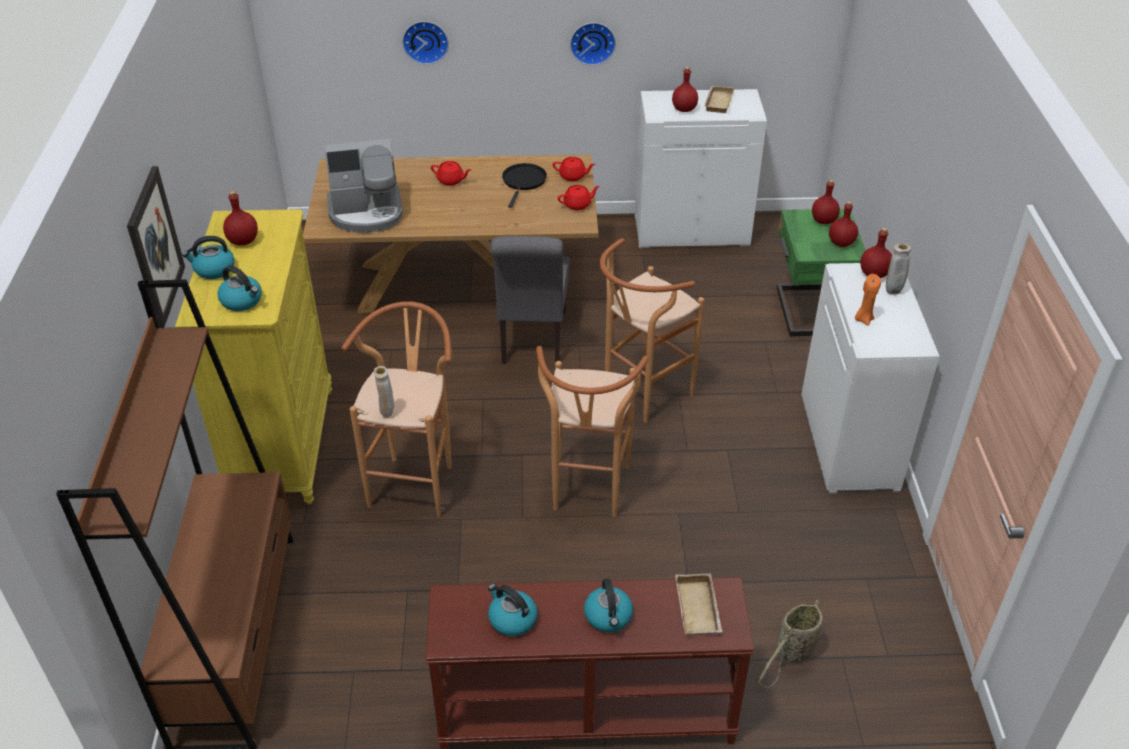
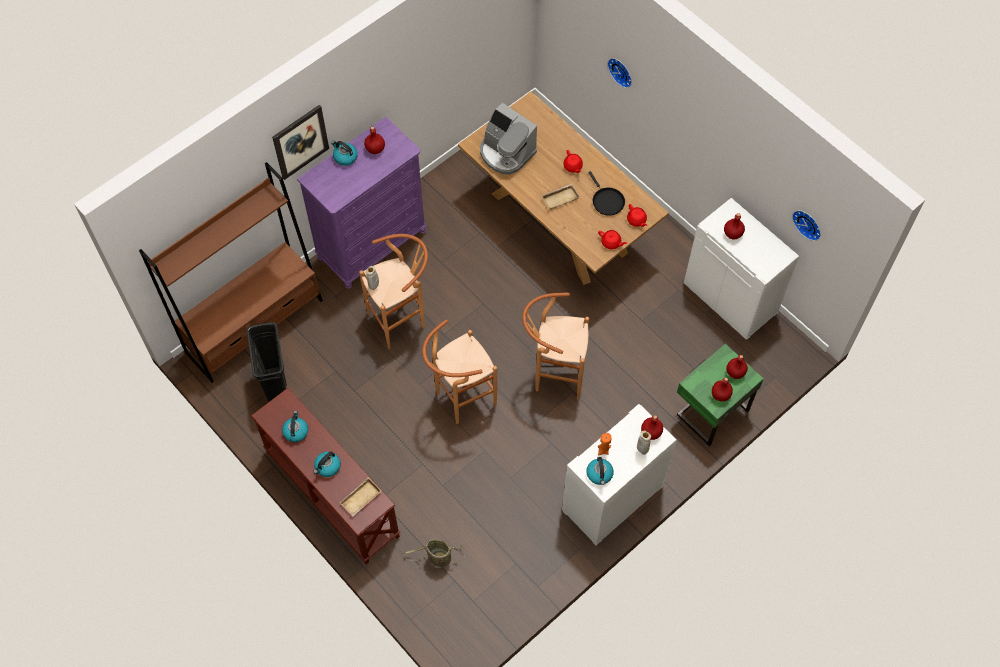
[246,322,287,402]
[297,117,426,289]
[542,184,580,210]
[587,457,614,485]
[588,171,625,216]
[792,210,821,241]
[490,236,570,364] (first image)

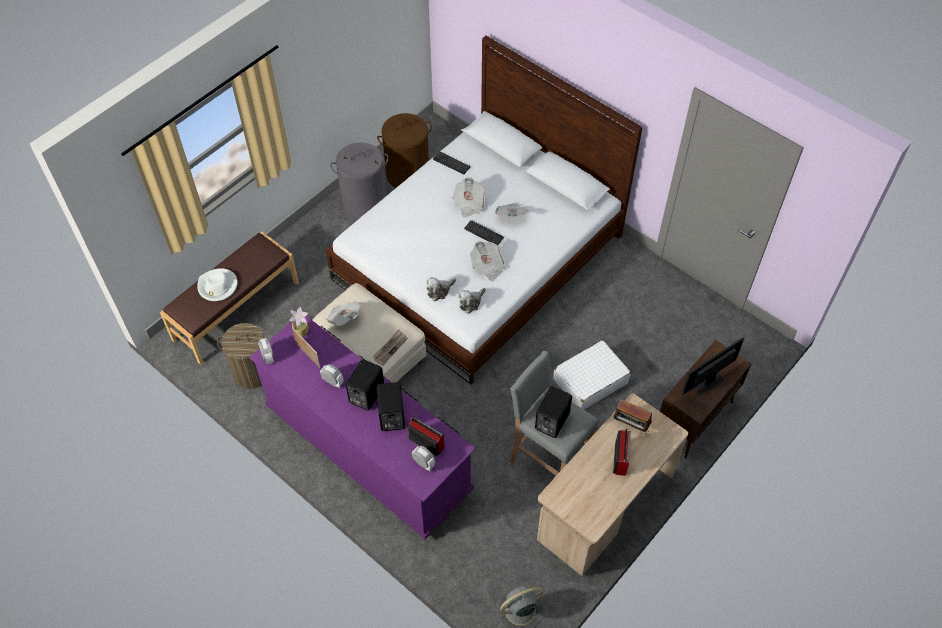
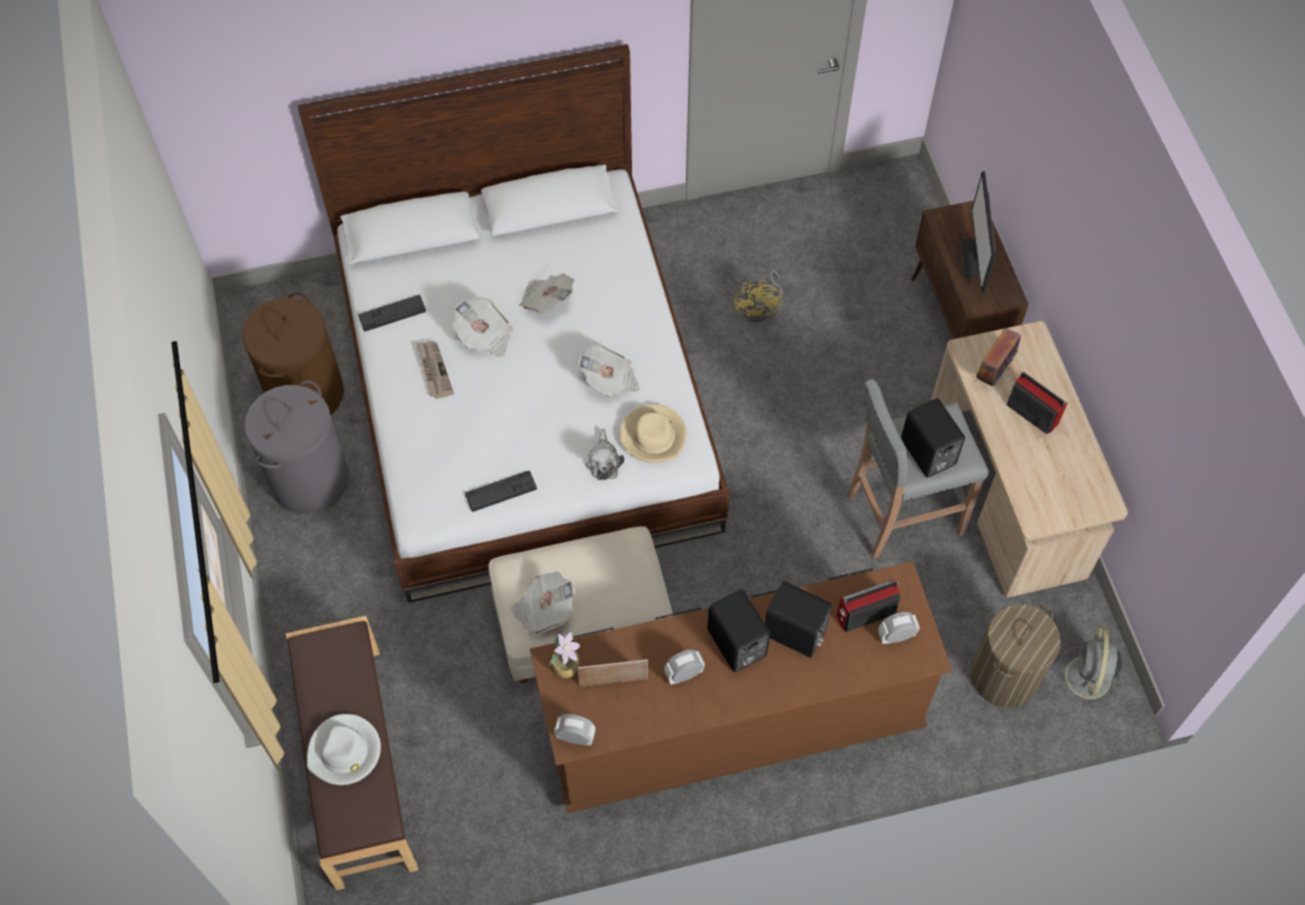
[416,341,454,399]
[465,471,537,512]
[530,562,952,813]
[620,404,687,463]
[734,270,782,322]
[971,604,1061,707]
[973,328,1025,386]
[553,340,631,409] (first image)

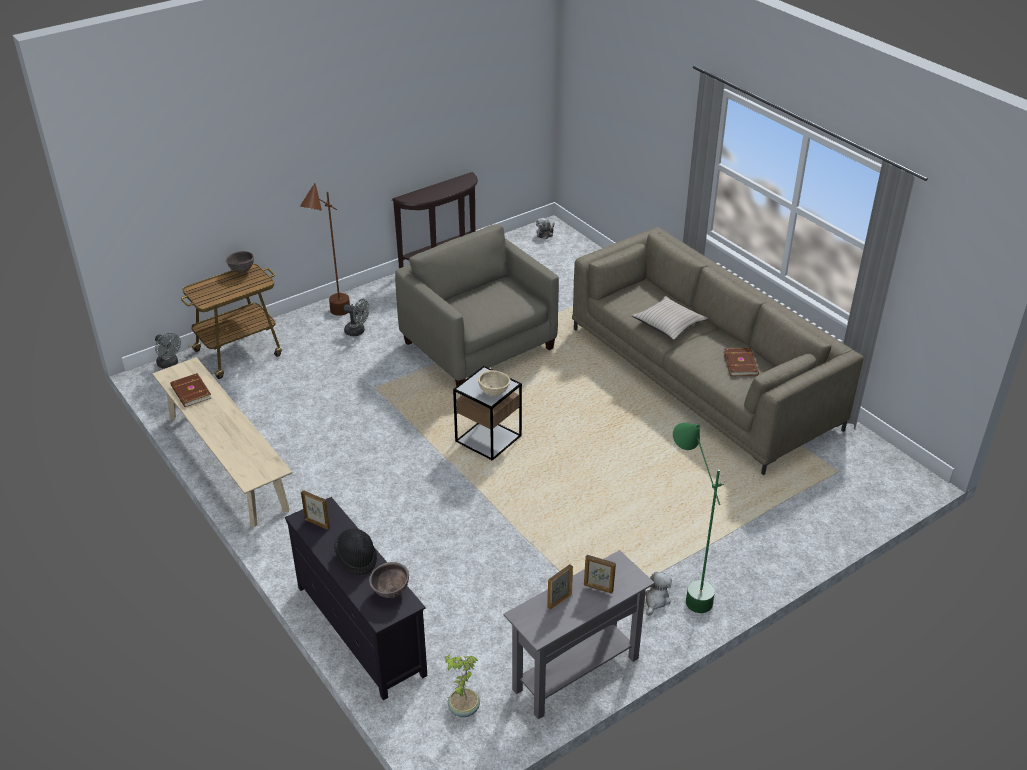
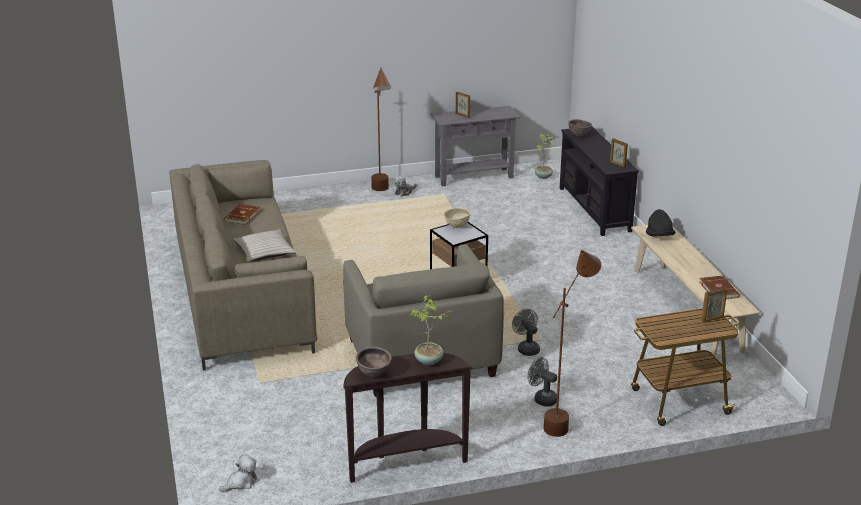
[356,346,392,376]
[371,67,391,191]
[410,295,452,365]
[512,309,540,356]
[646,209,675,237]
[701,288,727,322]

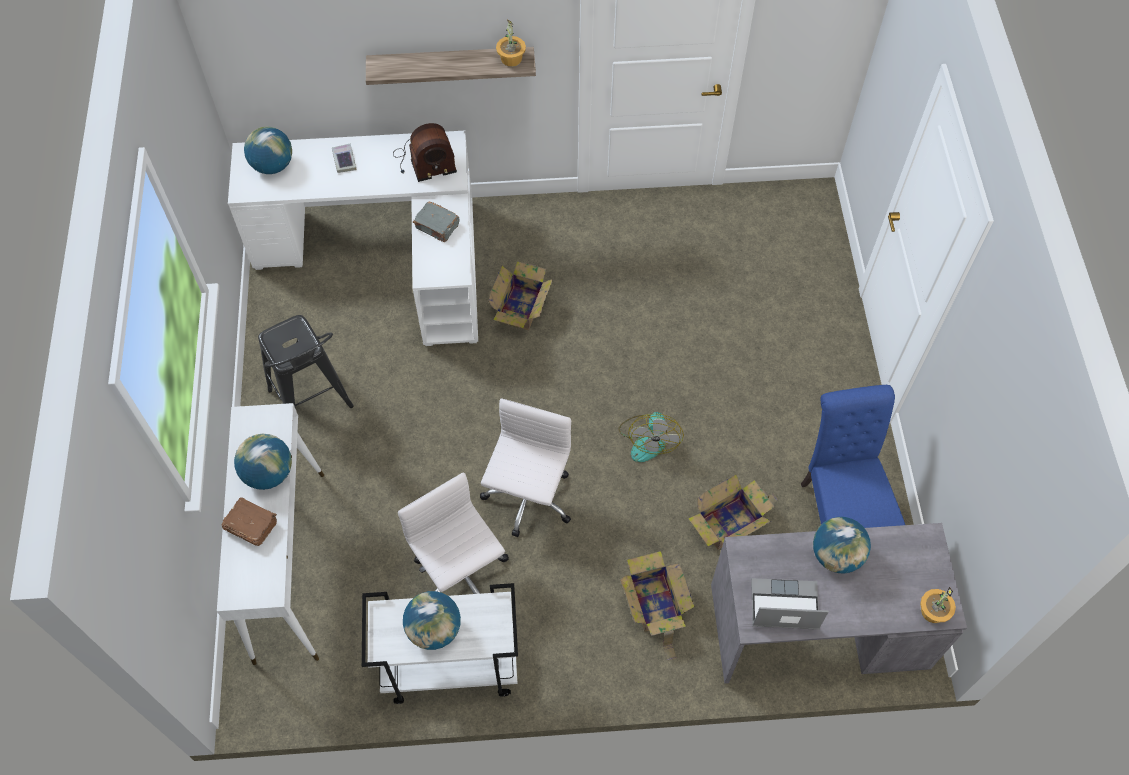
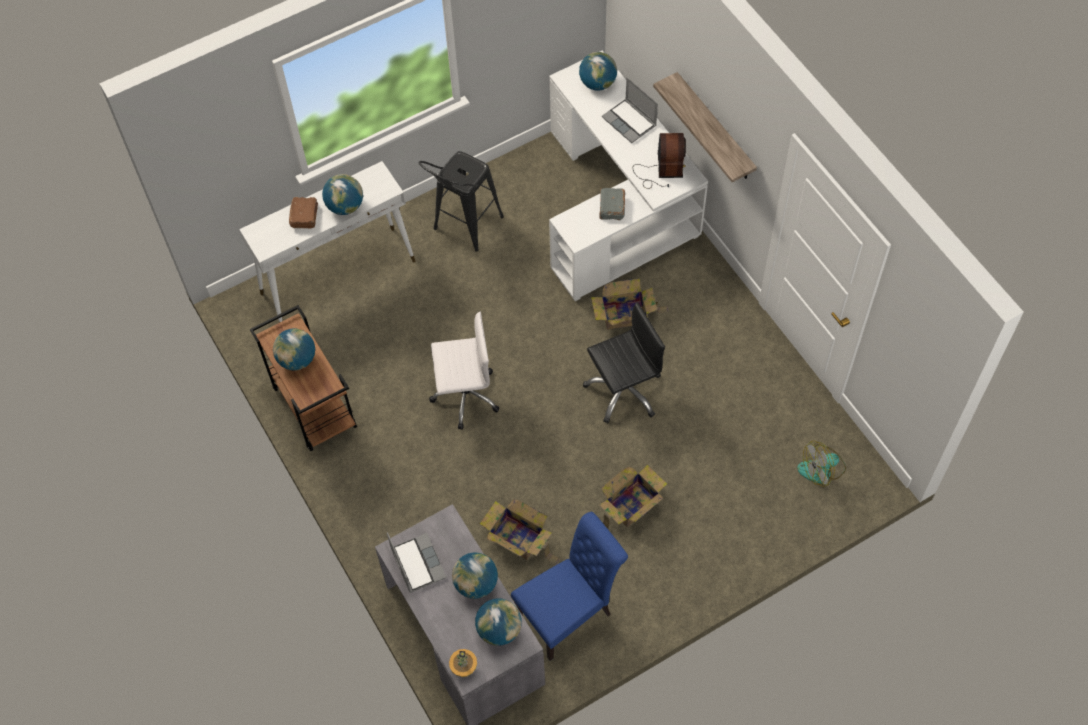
[250,305,357,451]
[475,598,522,646]
[583,302,665,423]
[599,465,667,529]
[602,77,658,143]
[633,133,686,189]
[797,441,846,487]
[398,472,509,594] (first image)
[496,19,526,67] (first image)

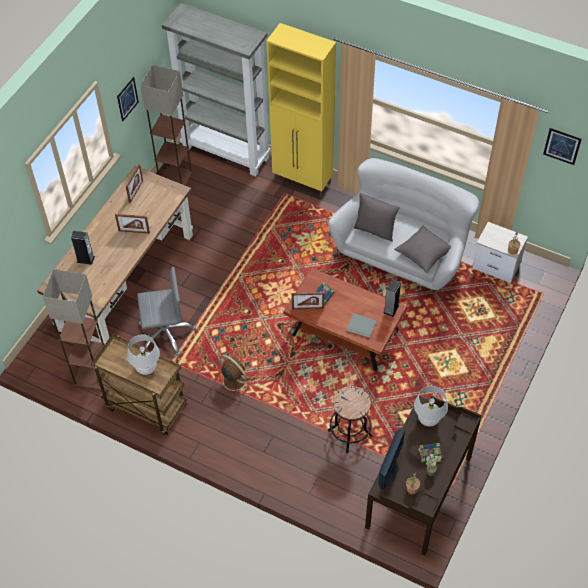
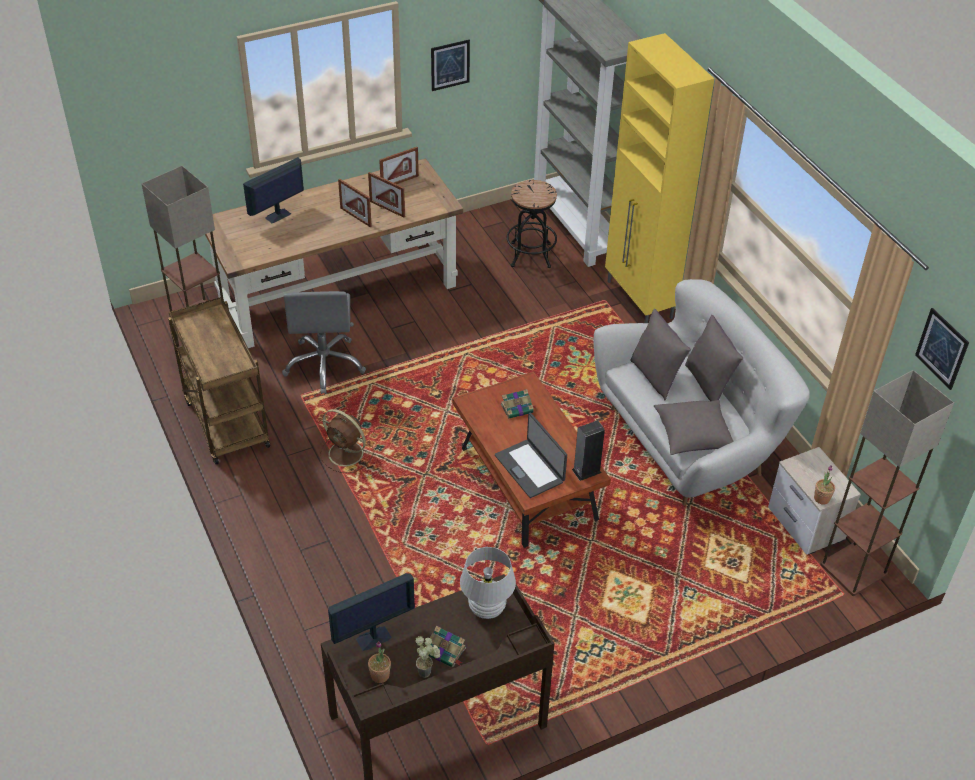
[243,157,304,223]
[282,291,366,394]
[320,409,374,473]
[368,172,405,218]
[495,413,567,498]
[507,180,557,268]
[685,315,743,401]
[820,370,954,596]
[127,334,160,375] (first image)

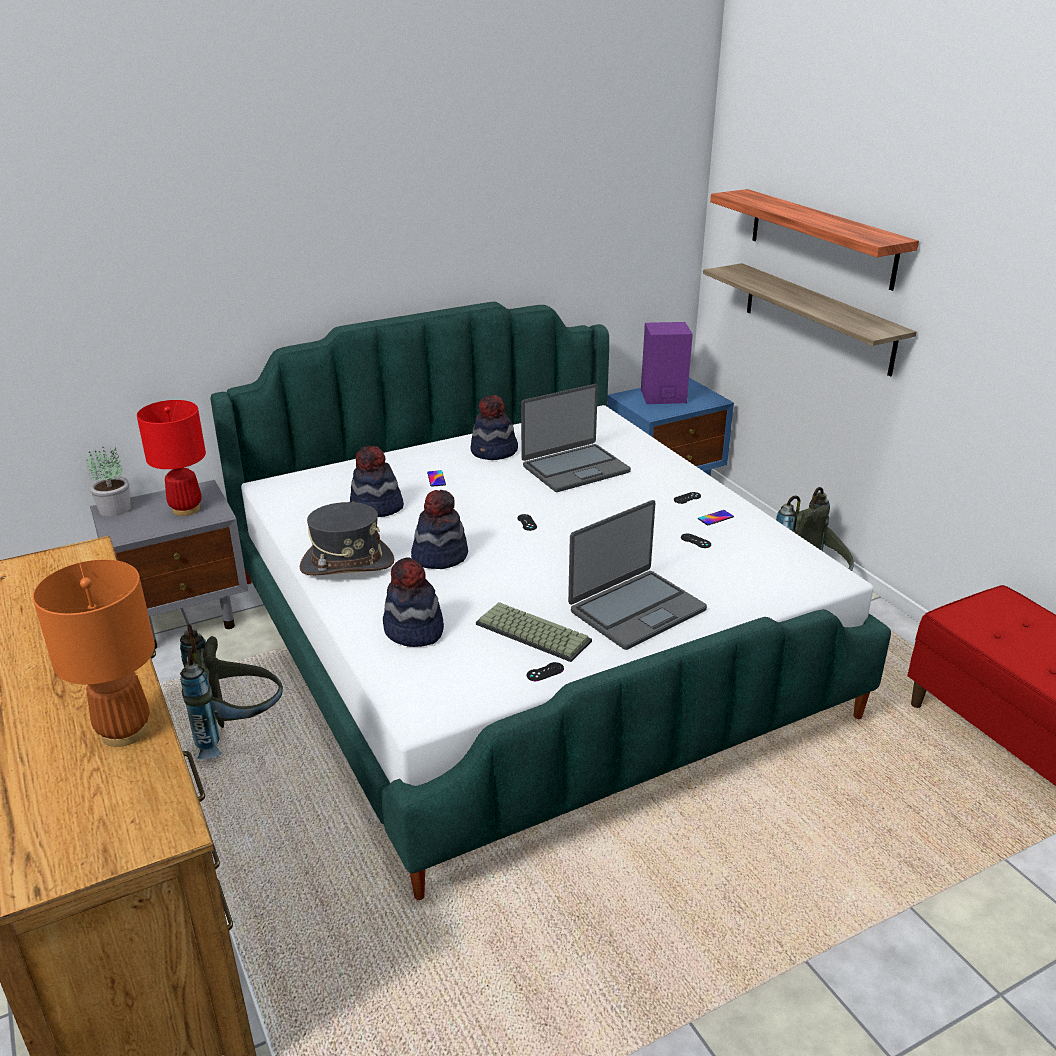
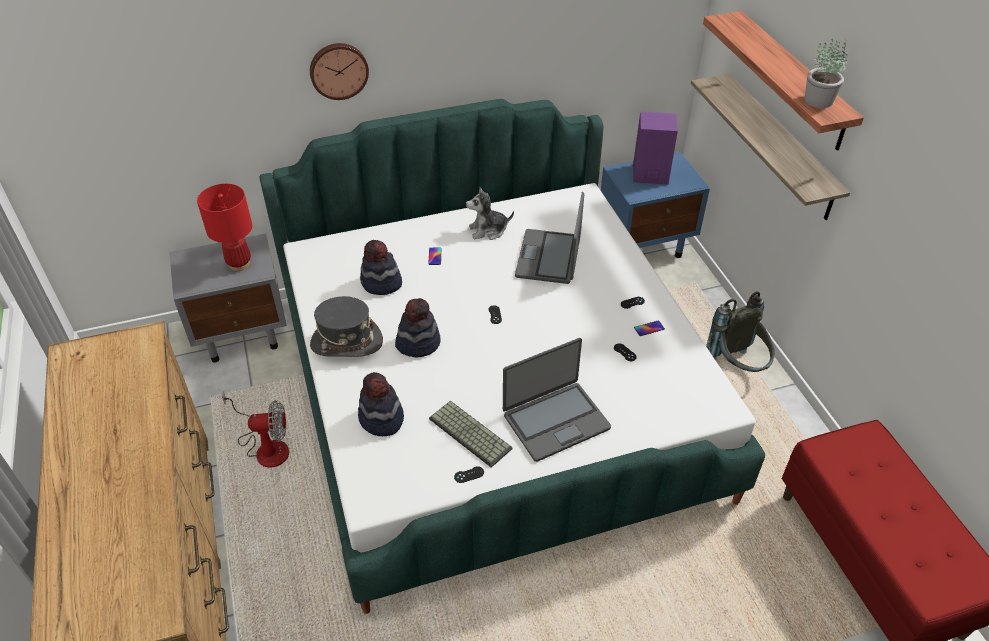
[222,391,289,468]
[310,43,369,100]
[466,187,514,240]
[515,192,584,284]
[804,39,848,108]
[33,560,155,747] (first image)

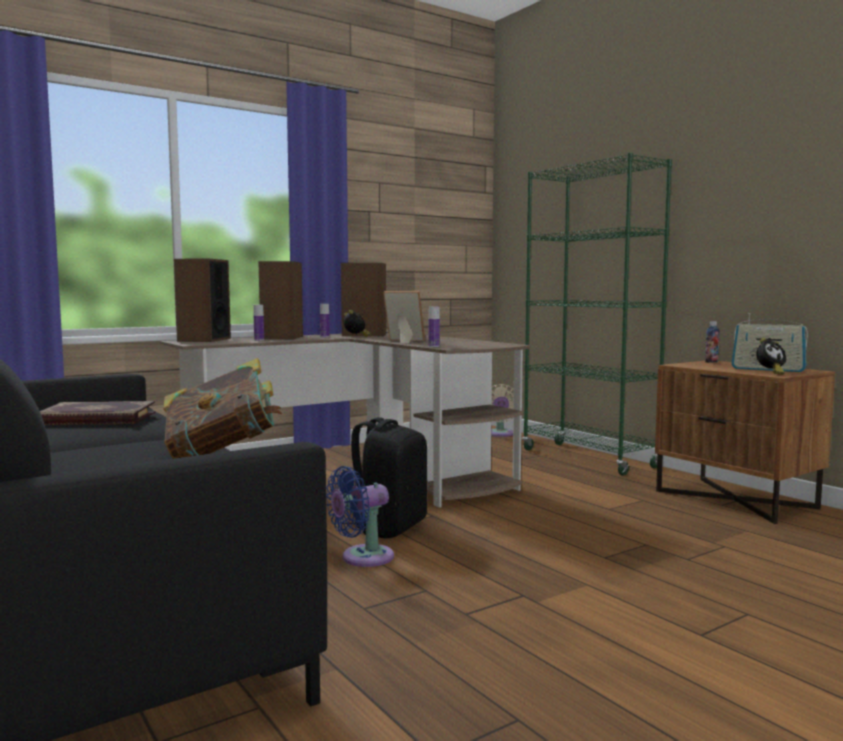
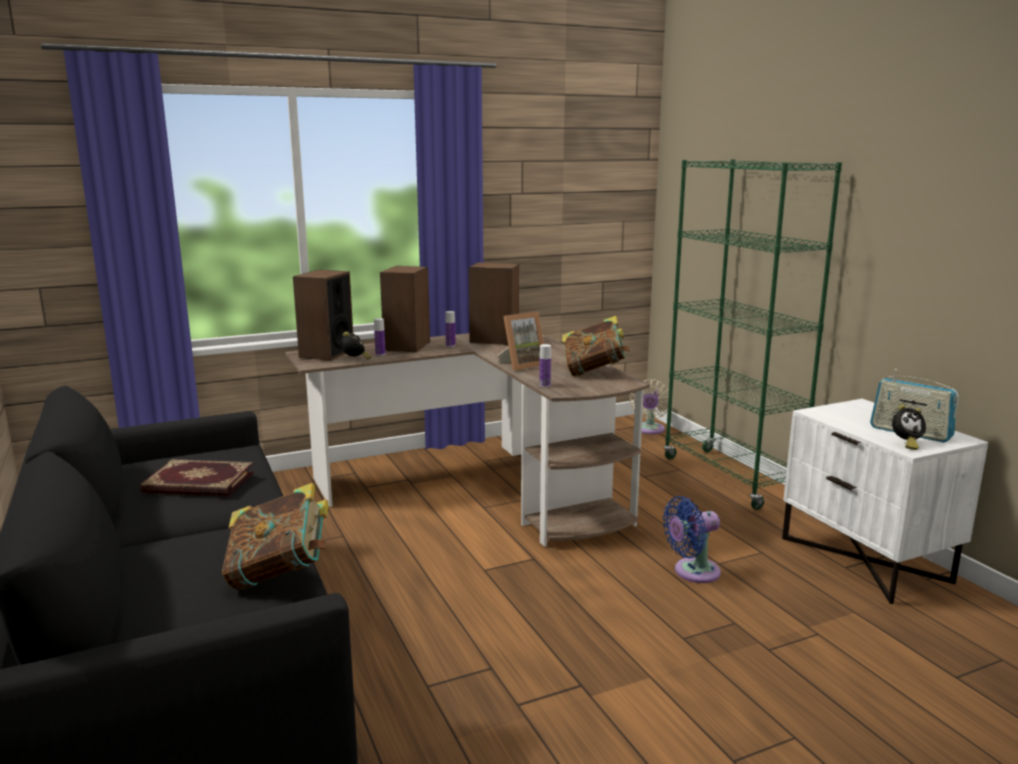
[341,332,371,359]
[498,311,544,371]
[562,316,630,376]
[663,496,721,583]
[782,399,988,604]
[342,417,428,539] (first image)
[705,321,720,363] (first image)

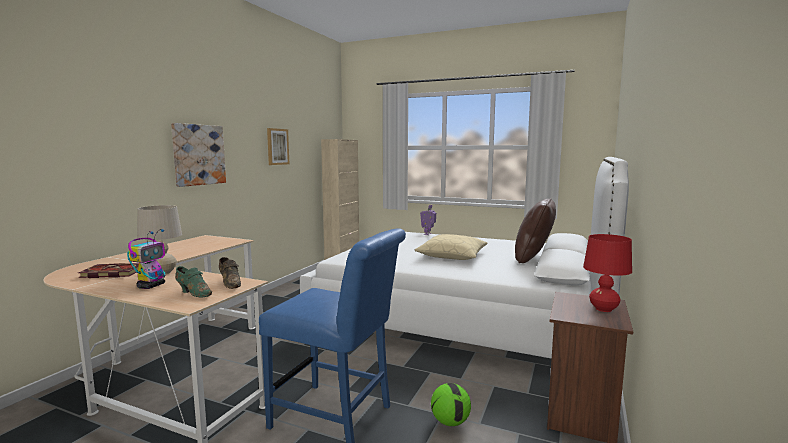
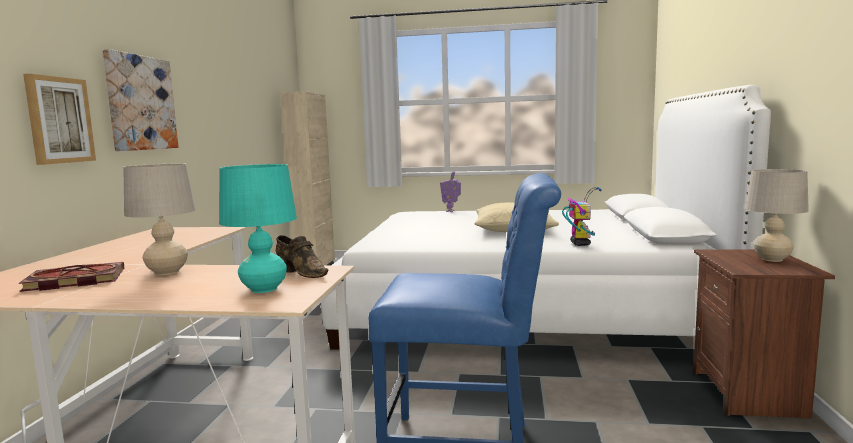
[23,74,96,165]
[219,164,297,293]
[562,187,602,246]
[745,169,809,262]
[431,383,471,426] (first image)
[515,198,556,264] (first image)

